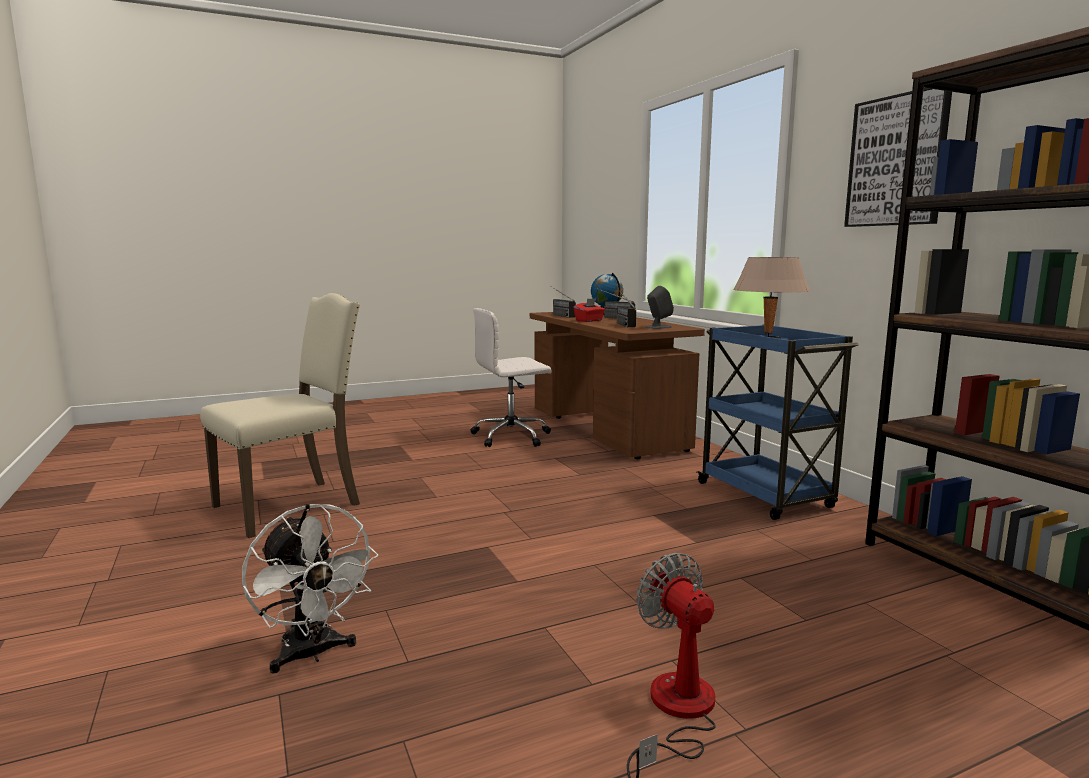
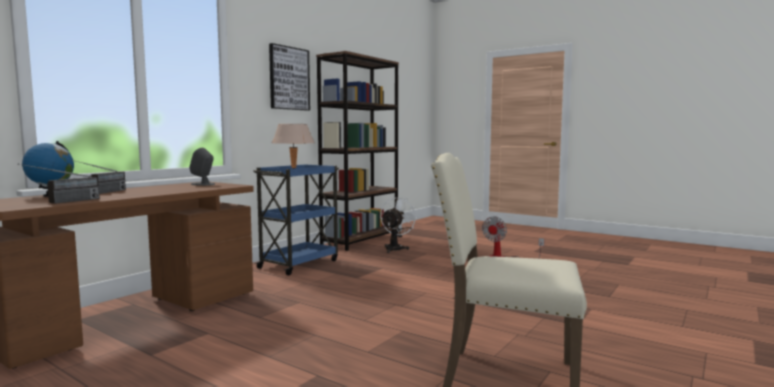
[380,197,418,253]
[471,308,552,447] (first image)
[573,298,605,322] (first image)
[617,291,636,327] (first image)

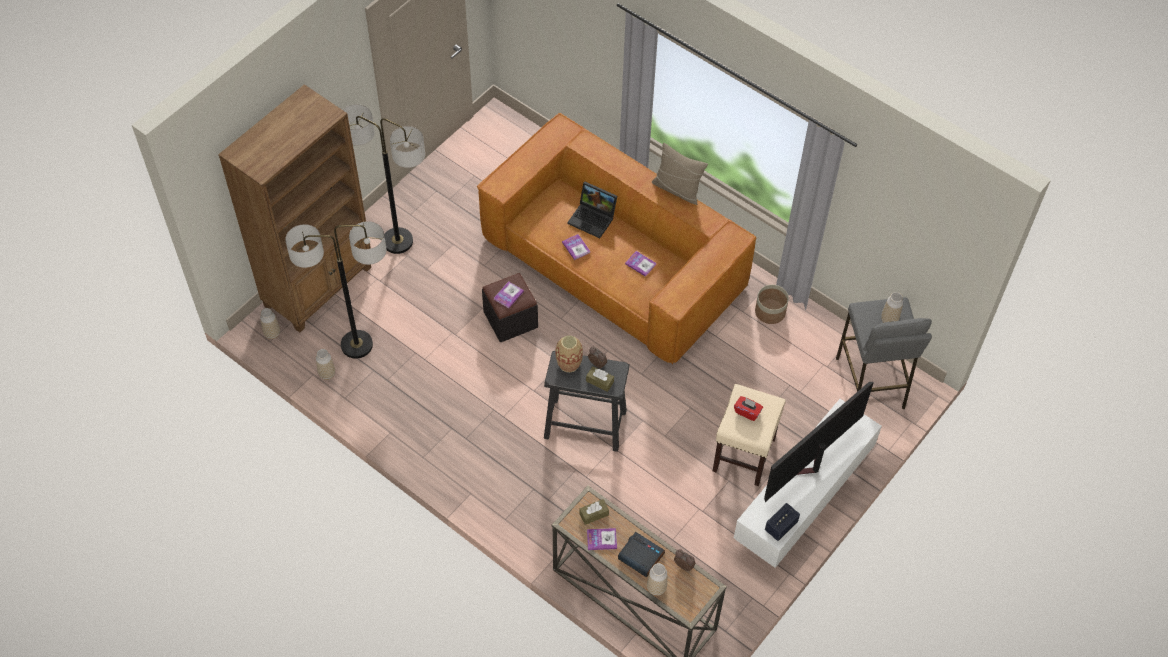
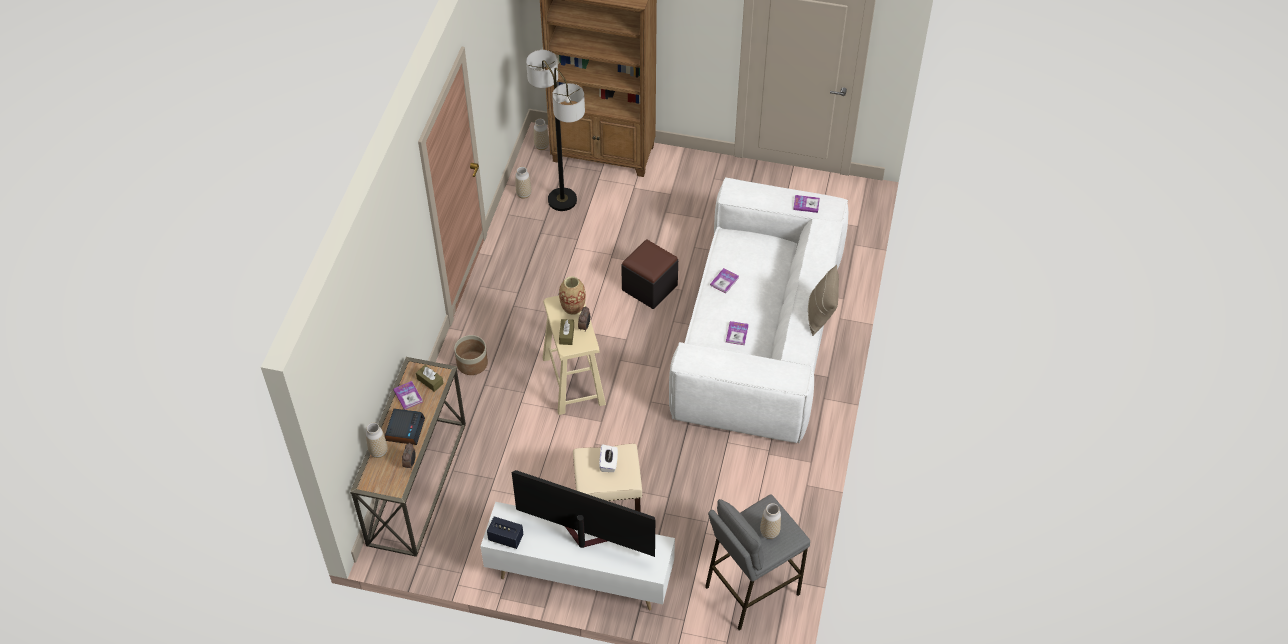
[454,335,488,375]
[543,295,606,415]
[599,444,618,472]
[669,178,848,444]
[793,195,820,213]
[343,104,425,254] (first image)
[568,182,617,238] (first image)

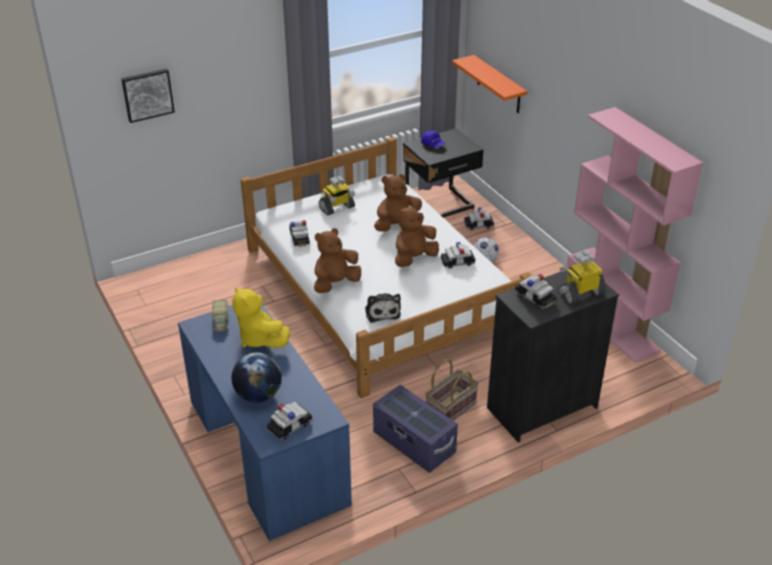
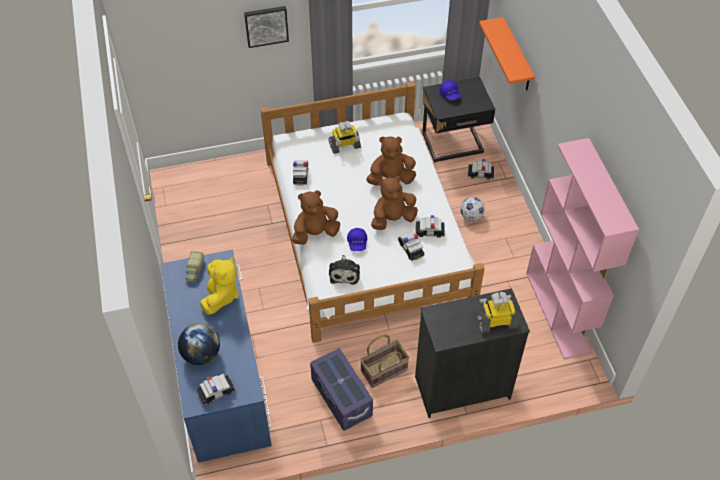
[200,257,238,315]
[244,6,289,48]
[347,228,367,251]
[398,232,424,261]

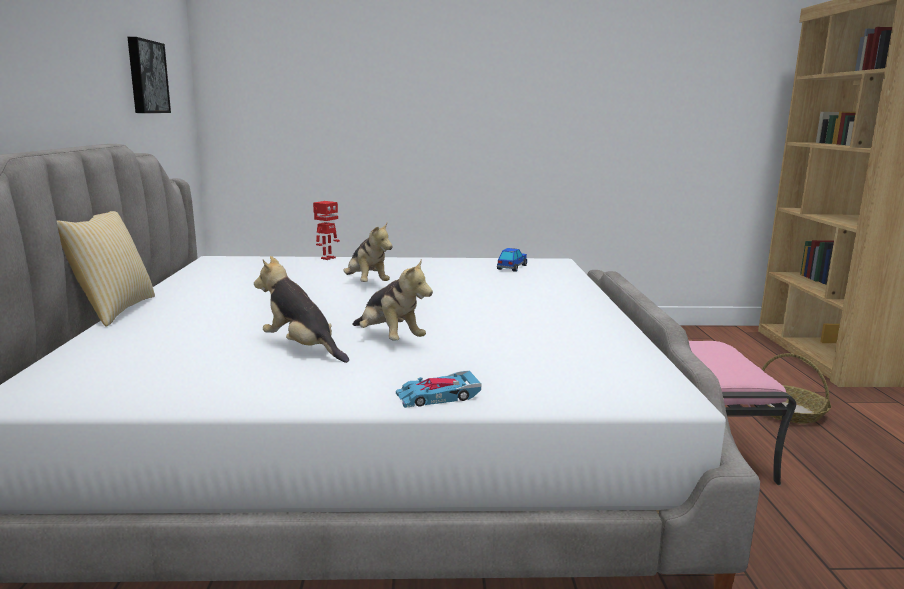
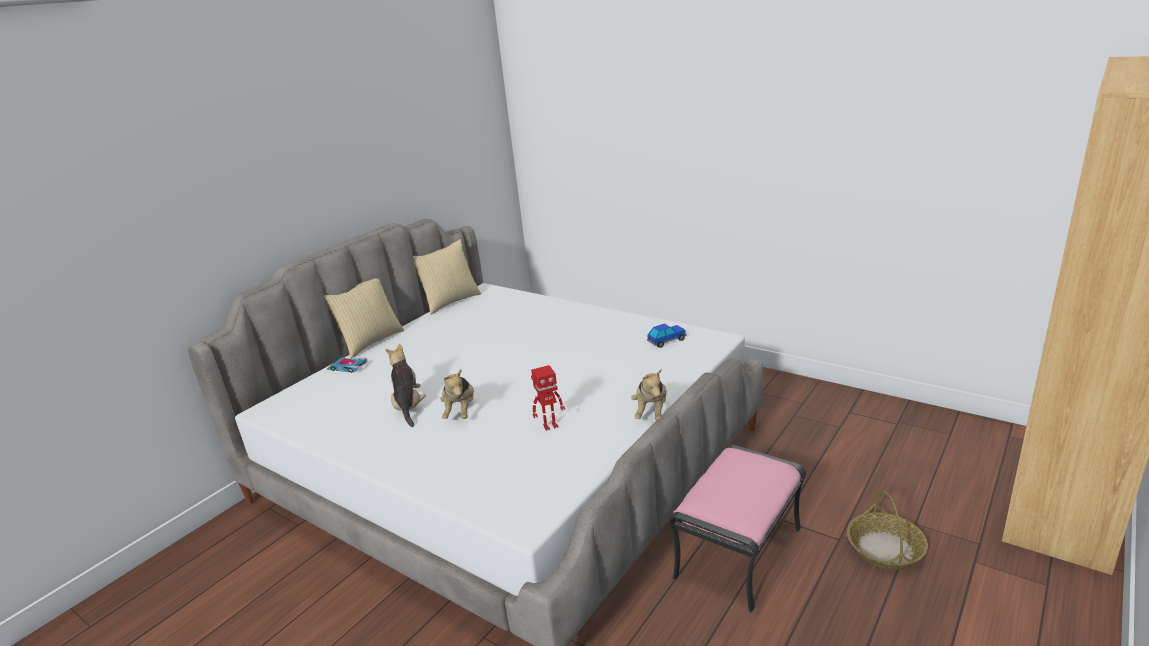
[327,357,367,373]
[413,239,481,314]
[531,365,565,431]
[631,369,667,420]
[128,37,171,113] (first image)

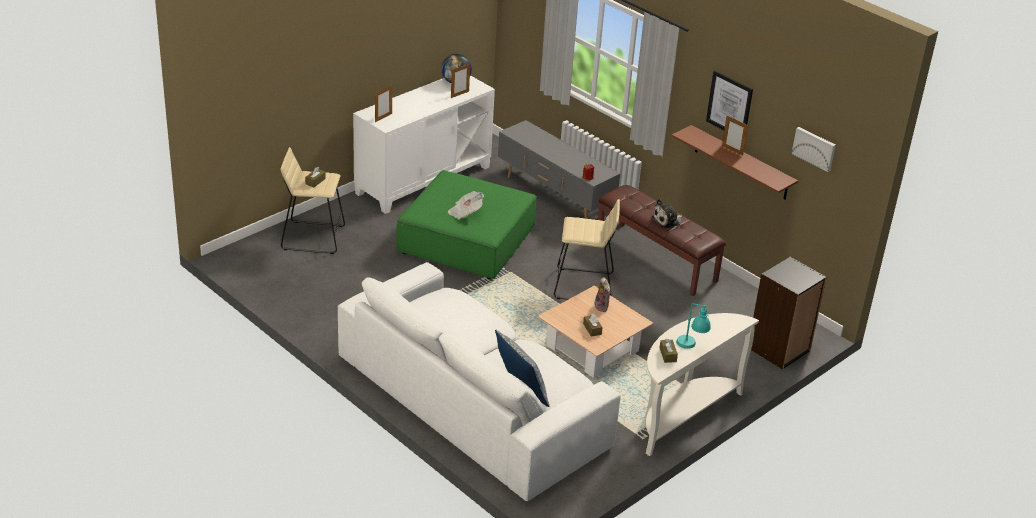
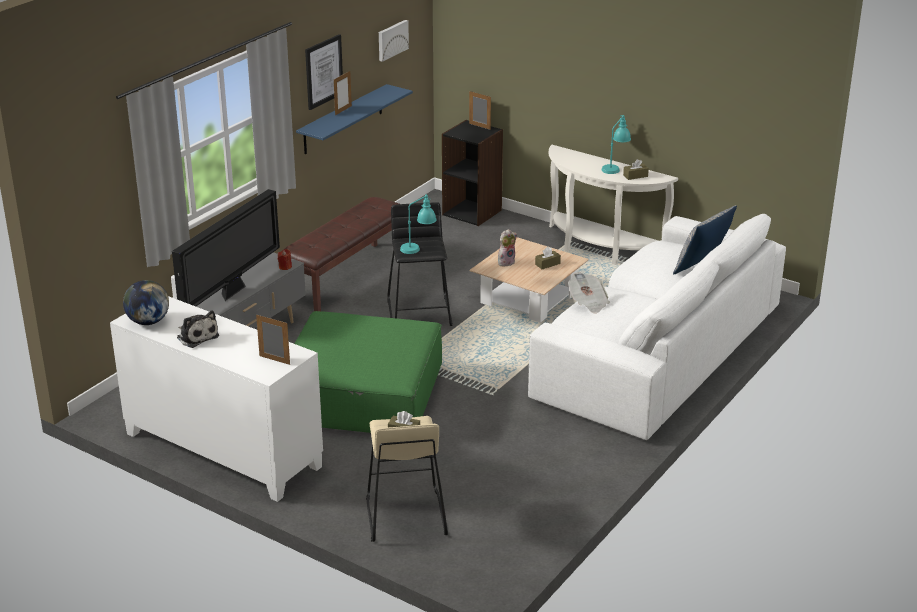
[172,189,280,306]
[177,310,219,348]
[296,84,413,154]
[387,202,453,326]
[400,194,436,254]
[469,91,491,130]
[568,272,610,314]

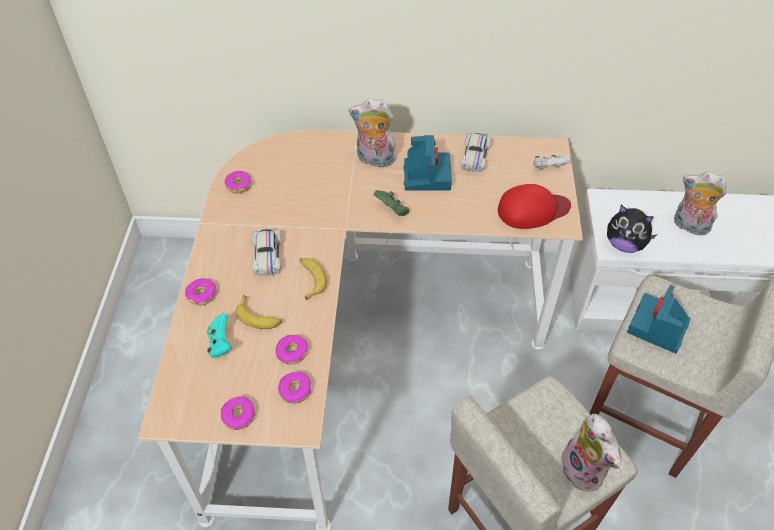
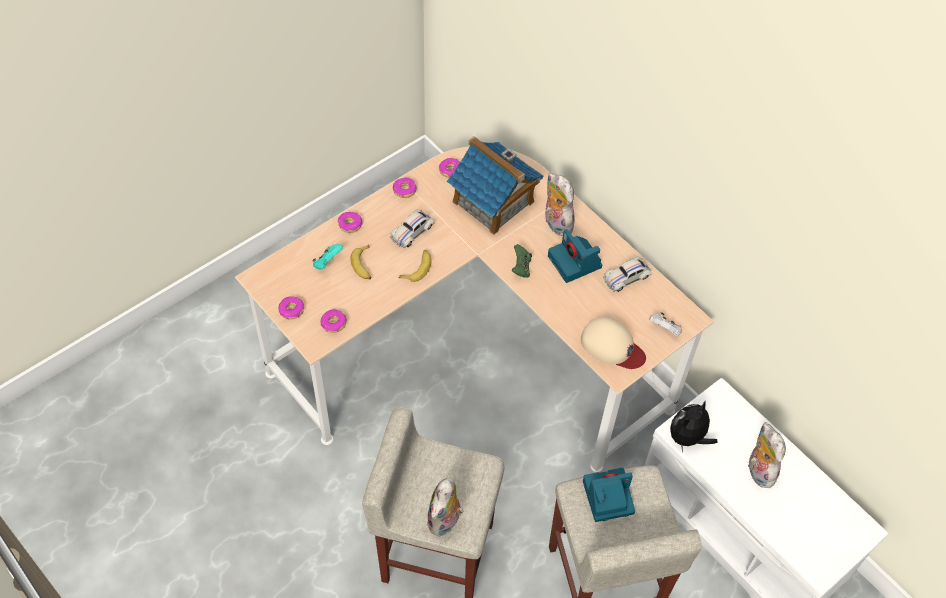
[393,178,417,198]
[447,136,544,235]
[548,229,602,283]
[581,317,646,369]
[670,401,718,452]

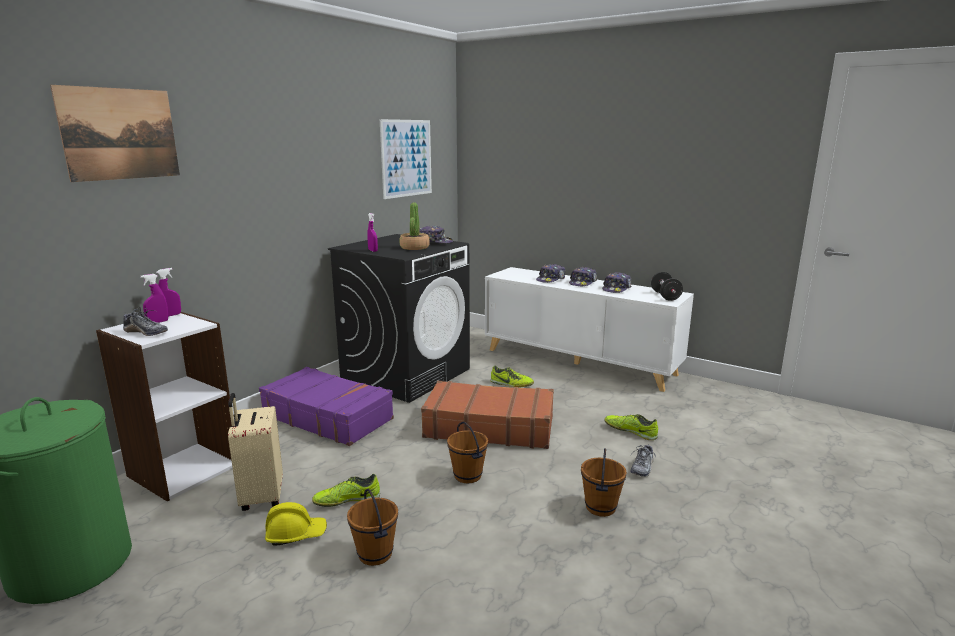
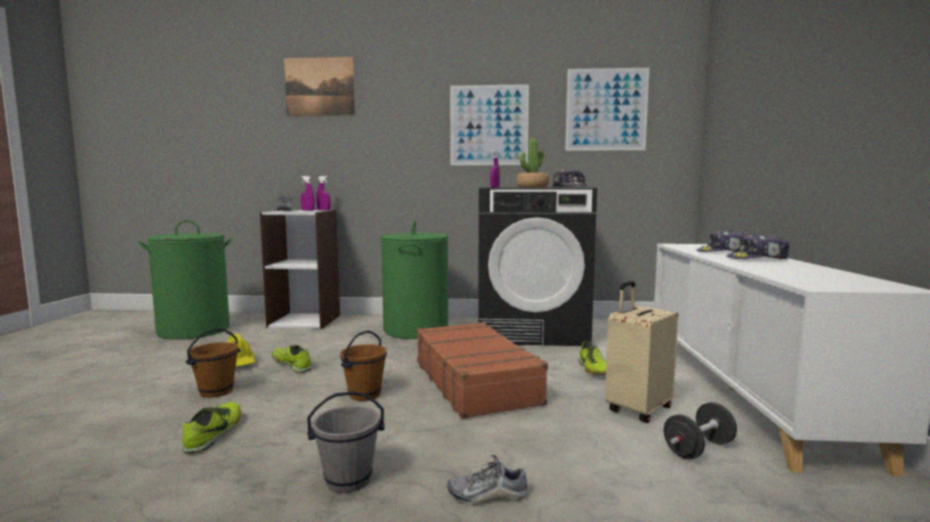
[182,402,241,454]
[307,391,385,493]
[381,220,448,339]
[450,84,529,165]
[605,281,678,423]
[664,402,737,460]
[602,272,632,293] (first image)

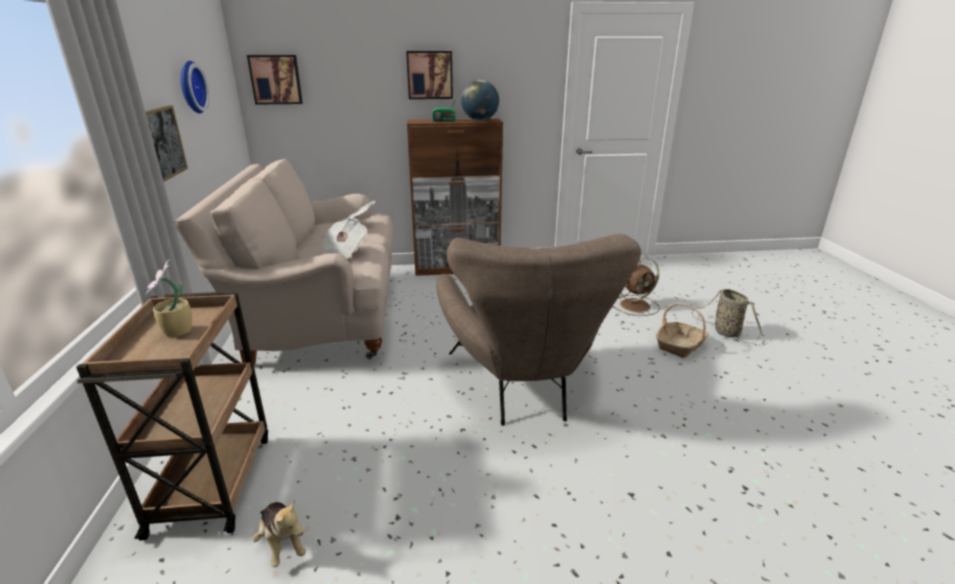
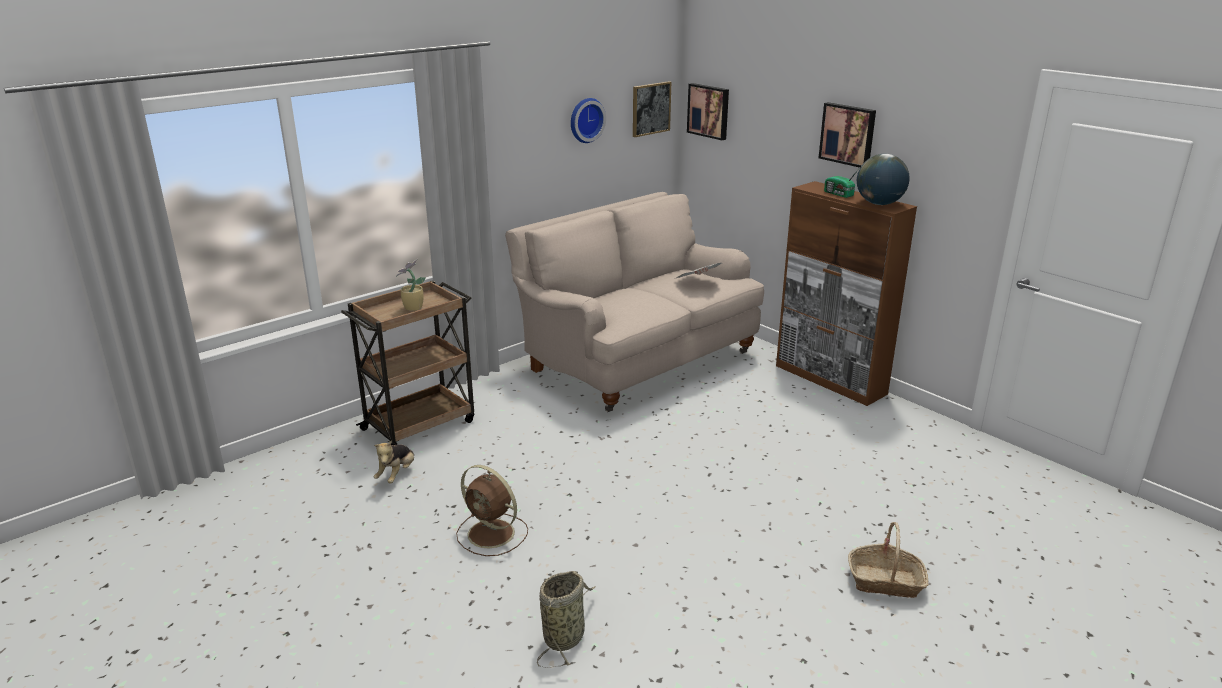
[456,465,528,556]
[537,571,596,668]
[633,81,671,137]
[321,218,368,258] (first image)
[436,234,641,426] (first image)

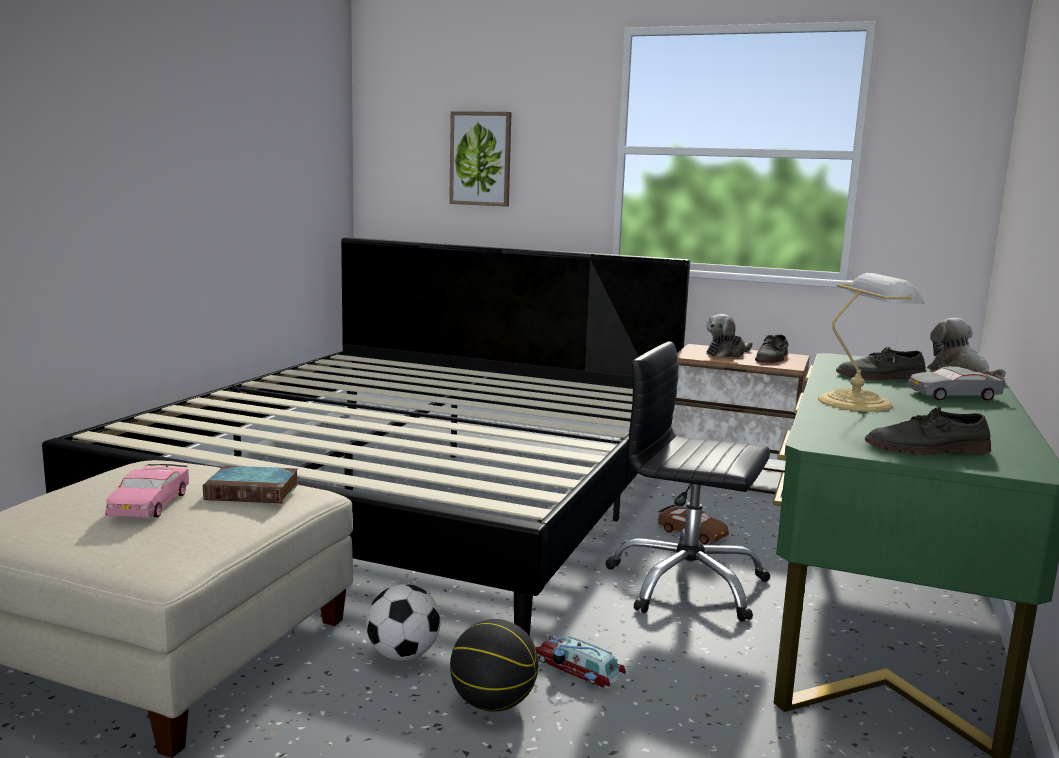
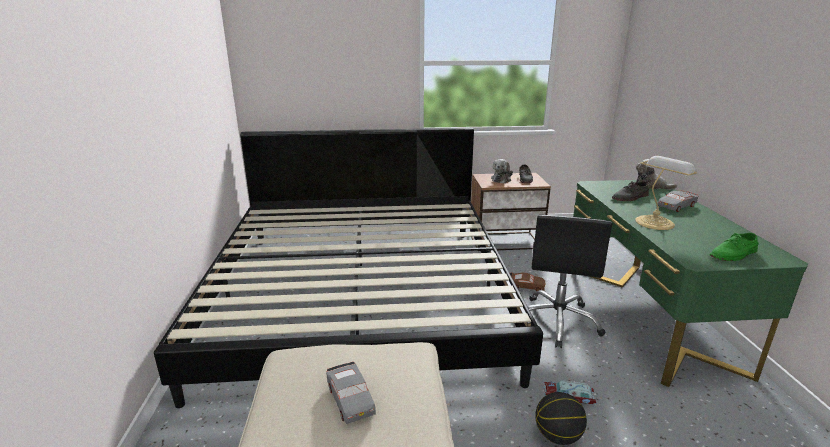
[326,362,376,424]
[514,215,612,348]
[710,233,759,261]
[203,465,298,503] (first image)
[366,584,441,661] (first image)
[449,111,512,207] (first image)

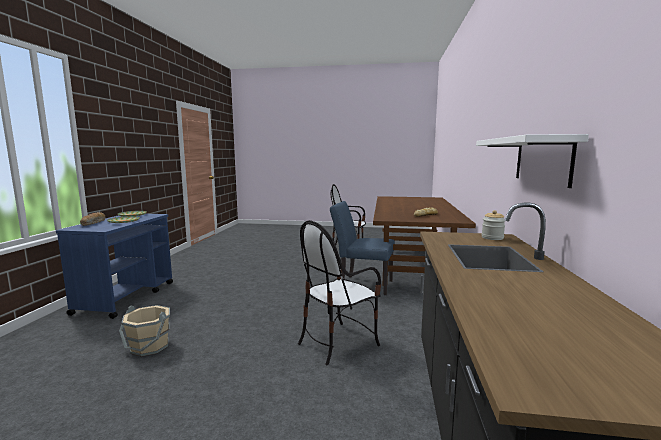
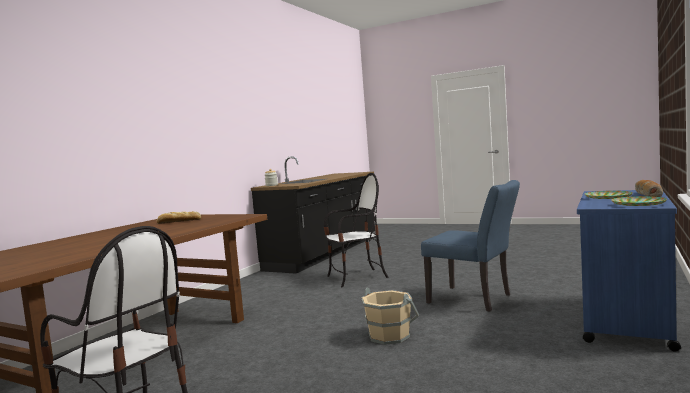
[361,288,419,345]
[421,180,520,311]
[476,134,589,188] (first image)

